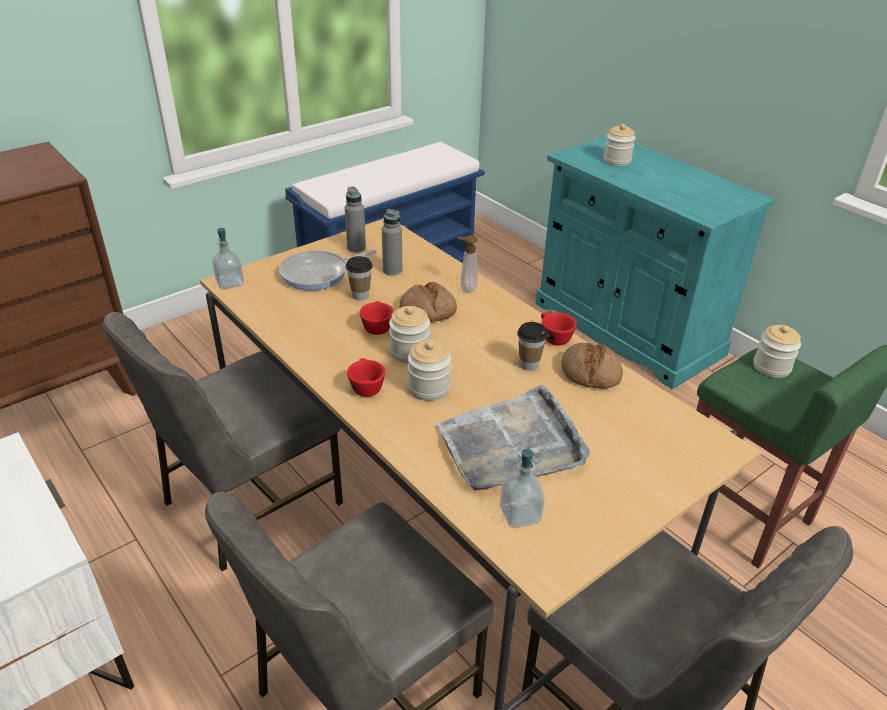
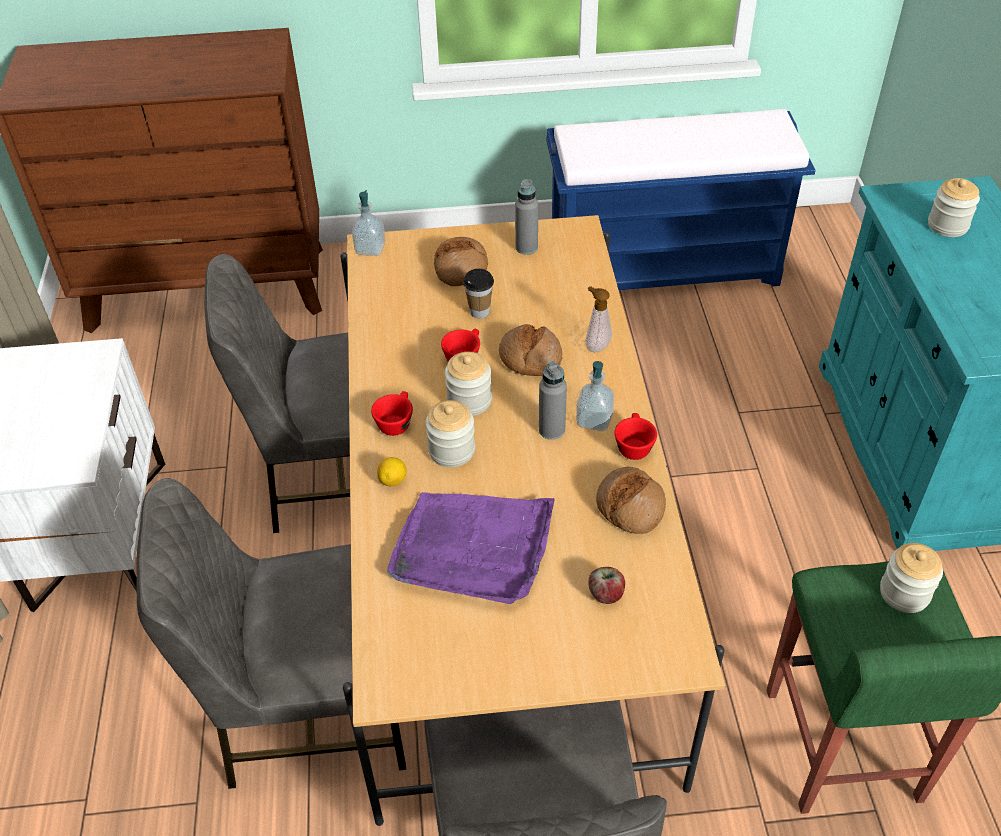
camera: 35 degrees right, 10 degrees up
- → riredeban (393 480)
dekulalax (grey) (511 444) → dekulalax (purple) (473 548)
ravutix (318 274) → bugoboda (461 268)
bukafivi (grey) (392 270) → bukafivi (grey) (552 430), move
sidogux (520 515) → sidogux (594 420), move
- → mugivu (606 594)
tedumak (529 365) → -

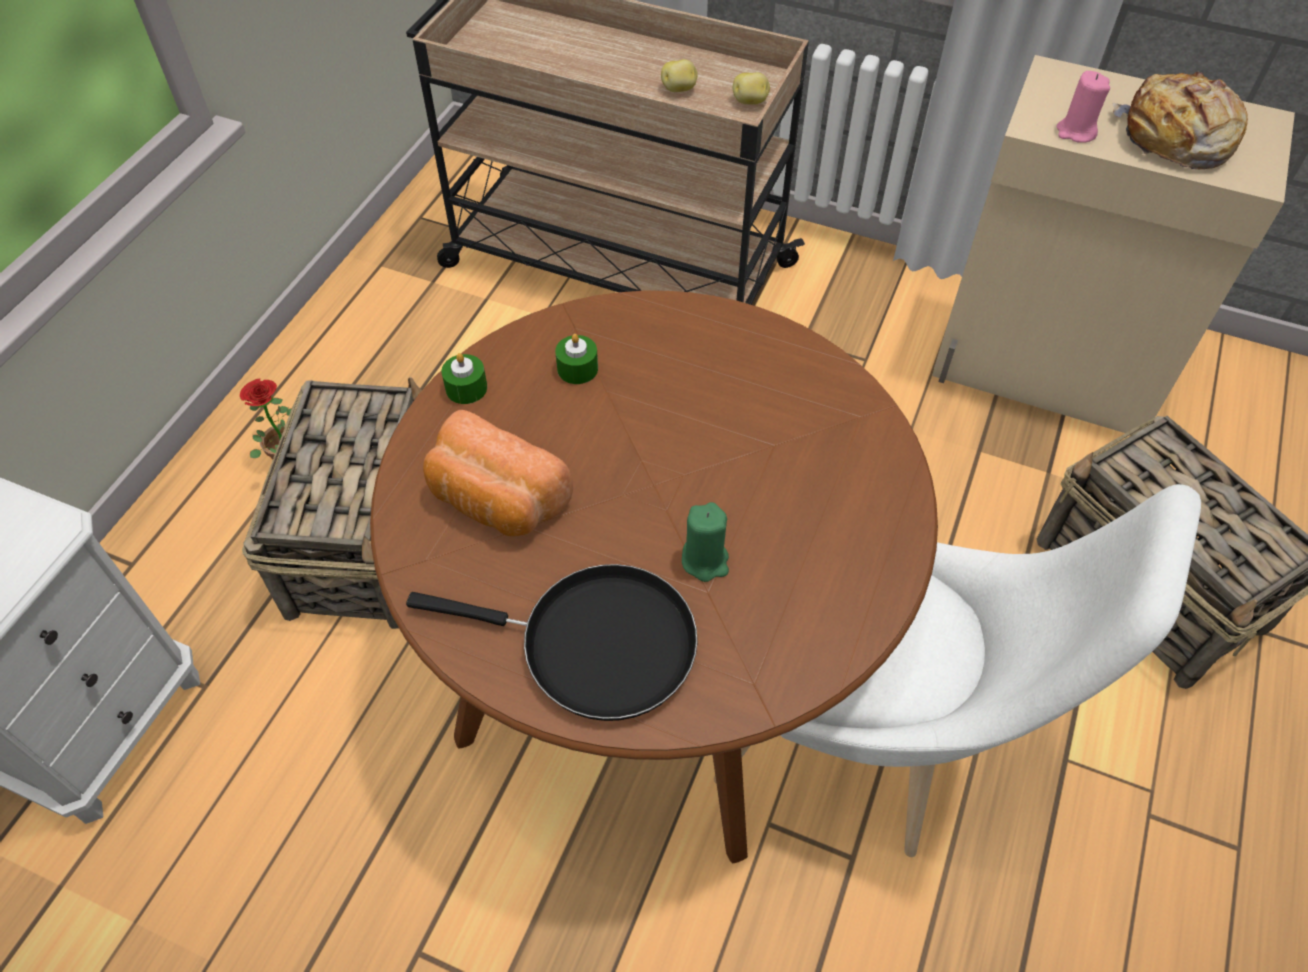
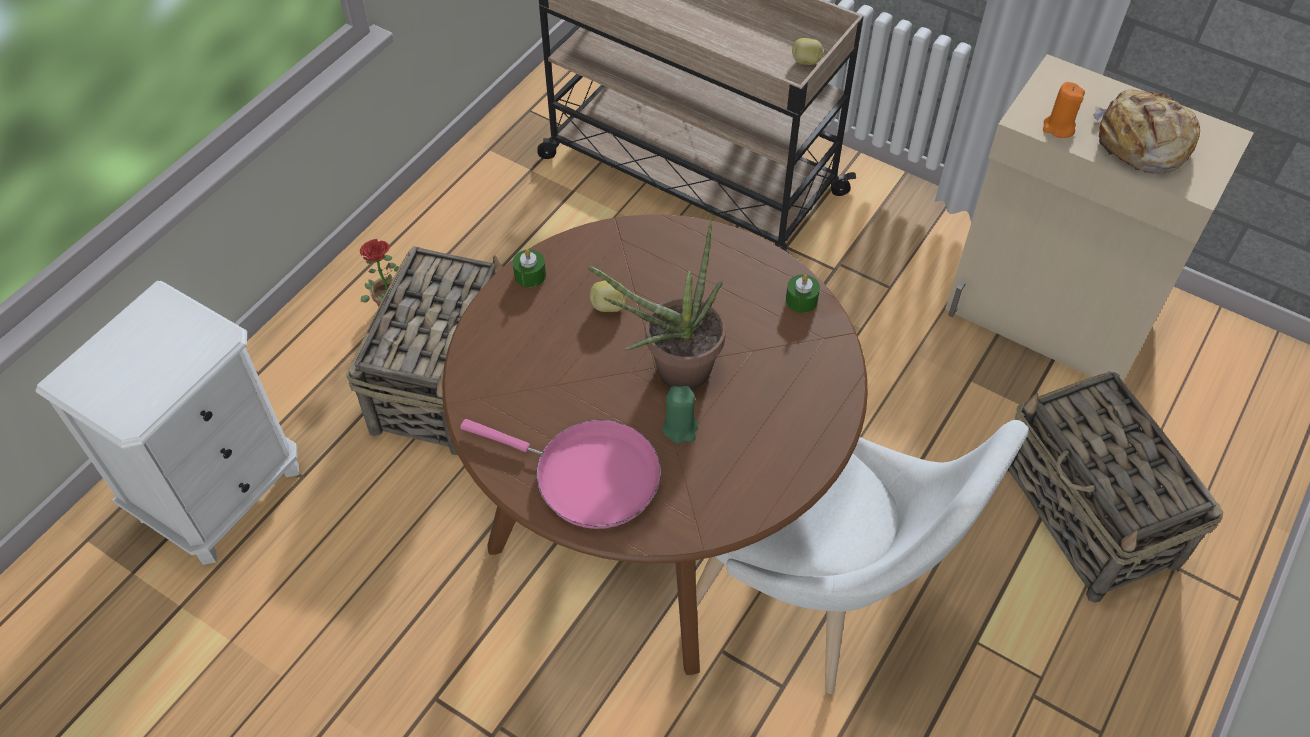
camera: 10 degrees right, 0 degrees up
ravutix (black) (596 645) → ravutix (pink) (588 476)
- → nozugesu (672 373)
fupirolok (679 89) → fupirolok (609 306), move
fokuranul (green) (577 368) → fokuranul (green) (801 300), move
fokuranul (pink) (1075 132) → fokuranul (orange) (1058 128)
bugoboda (495 501) → -

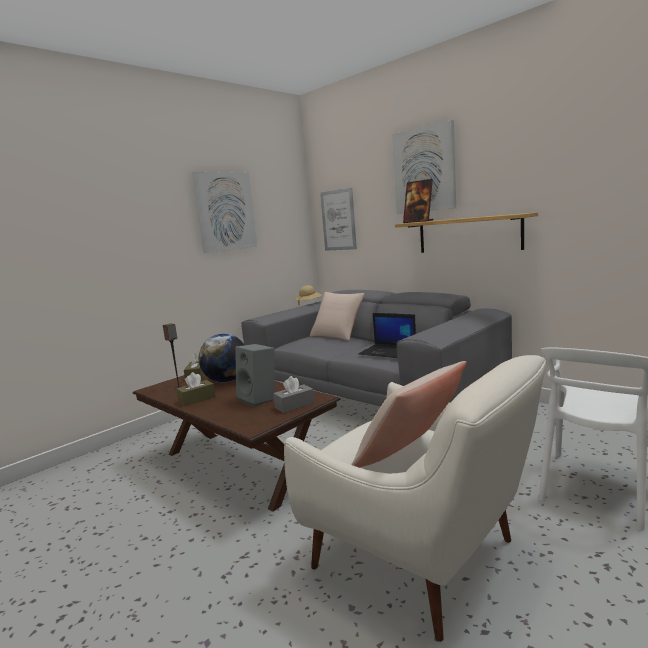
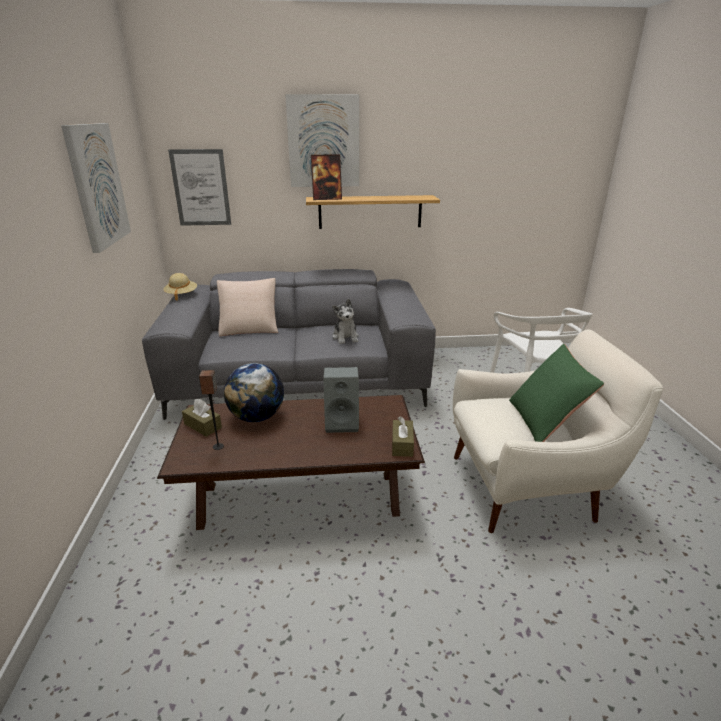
camera: 50 degrees left, 15 degrees up
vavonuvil (389 352) → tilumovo (345 337)
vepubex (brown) (197 399) → vepubex (brown) (402 444), move
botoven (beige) (410 457) → botoven (green) (545 421)
vepubex (grey) (294 405) → -

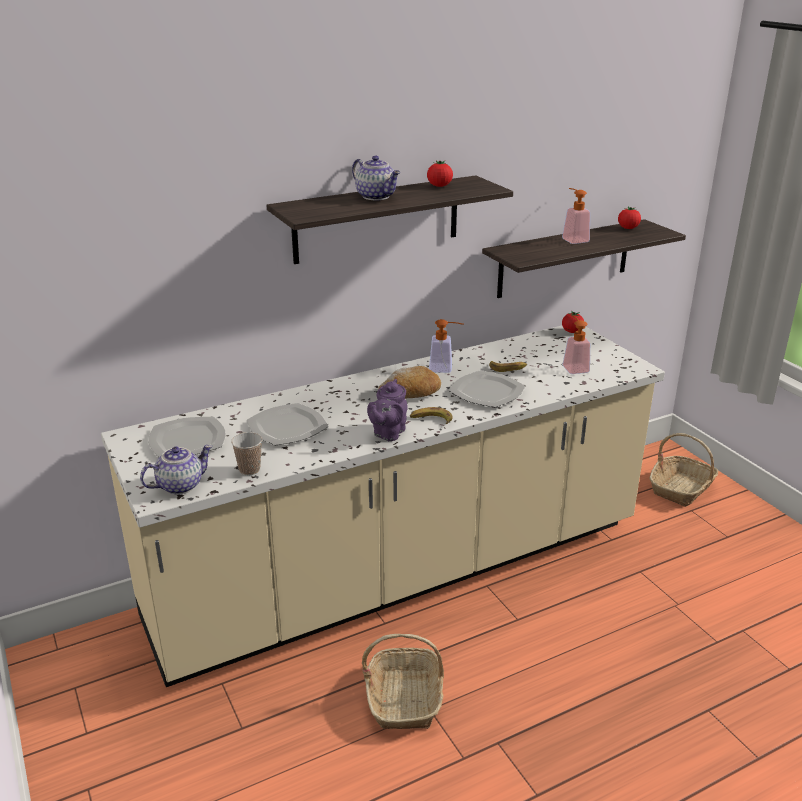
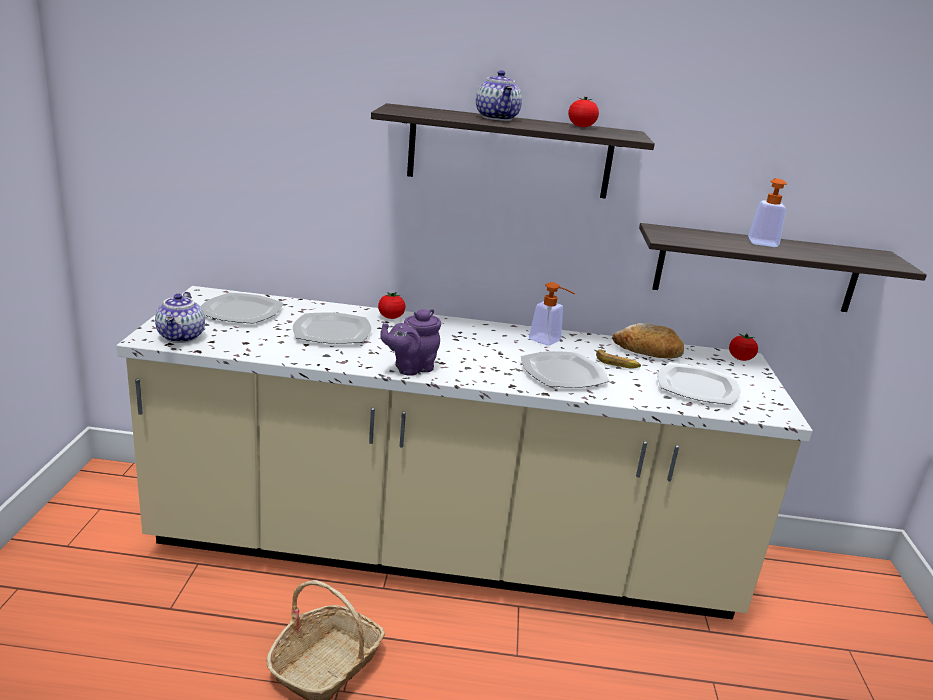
camera: 30 degrees right, 5 degrees down
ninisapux (180 485) → ninisapux (182 337), 90 degrees clockwise
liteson (628 228) → liteson (391 317), move
bugoboda (410 392) → bugoboda (647 351), move
sidogux (573 367) → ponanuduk (696 387)
tedumak (249 470) → -
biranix (431 419) → -
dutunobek (681 488) → -

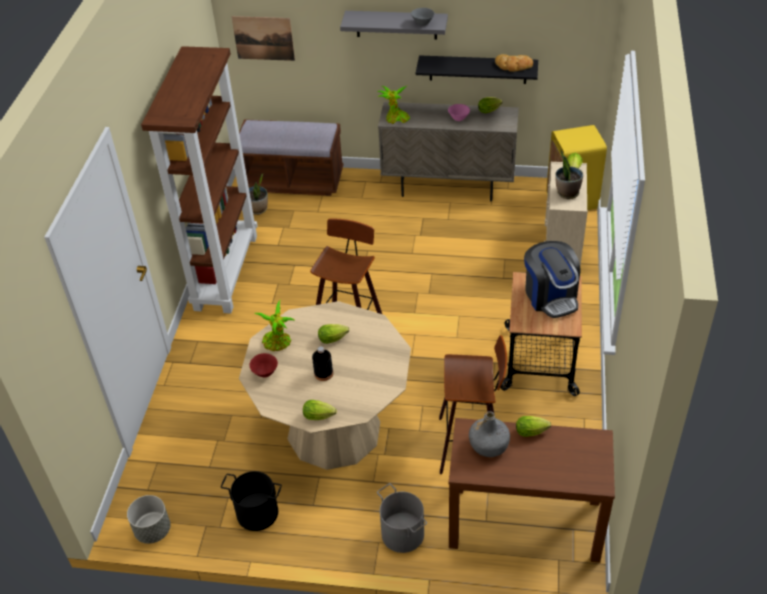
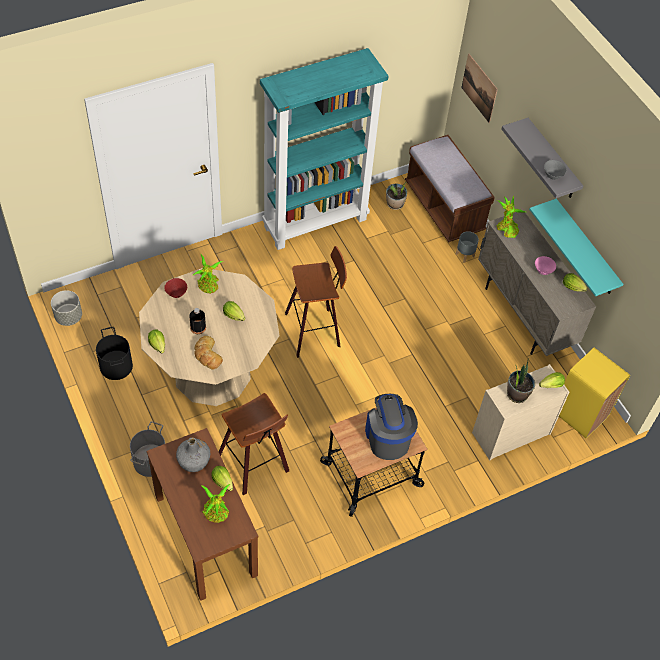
camera: 50 degrees right, 10 degrees up
bugoboda (513 66) → bugoboda (207 355), move
- → nozugesu (216 513)
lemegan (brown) (225 271) → lemegan (turquoise) (315 222)
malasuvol (550 296) → malasuvol (387 437), 135 degrees clockwise
- → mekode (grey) (464 255)
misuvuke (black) (477 69) → misuvuke (turquoise) (585 249)

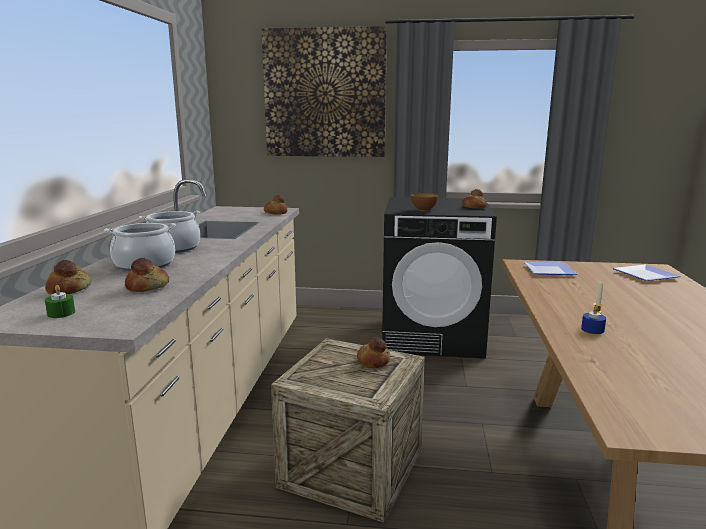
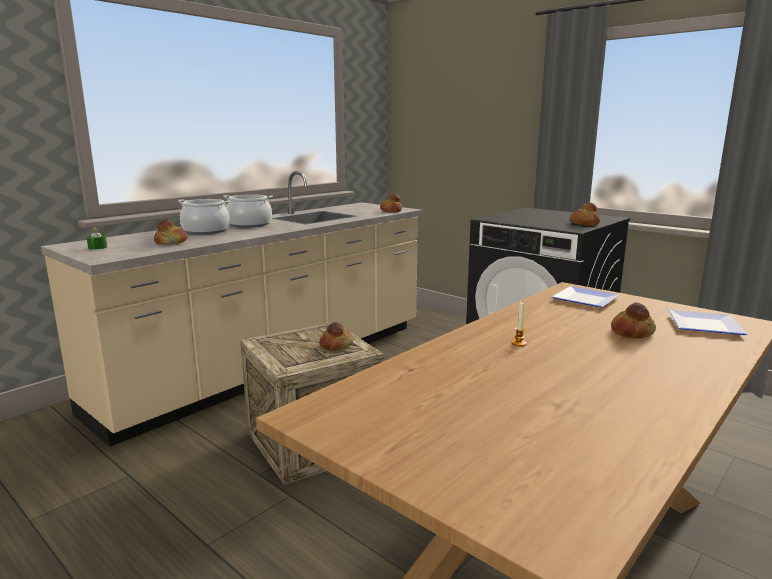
camera: 35 degrees right, 0 degrees up
bugoboda (69 289) → bugoboda (632 332), move
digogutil (324 94) → -
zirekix (424 210) → -
fokuranul (blue) (592 329) → -

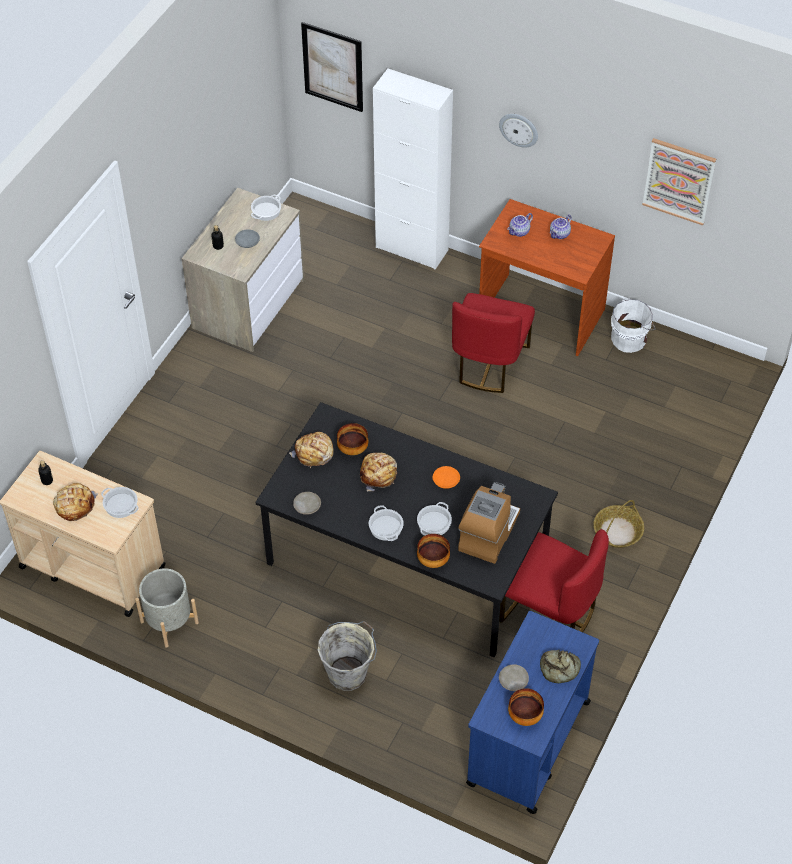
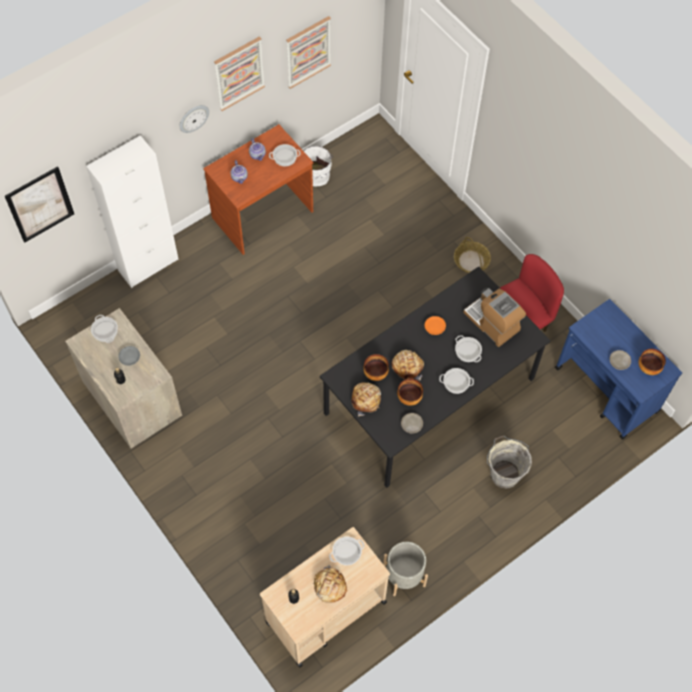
camera: 65 degrees left, 10 degrees up
- → digogutil (239 73)
- → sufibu (285 157)
zirekix (433 560) → zirekix (409 398), move
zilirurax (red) (489 363) → -
bugoboda (559 669) → -

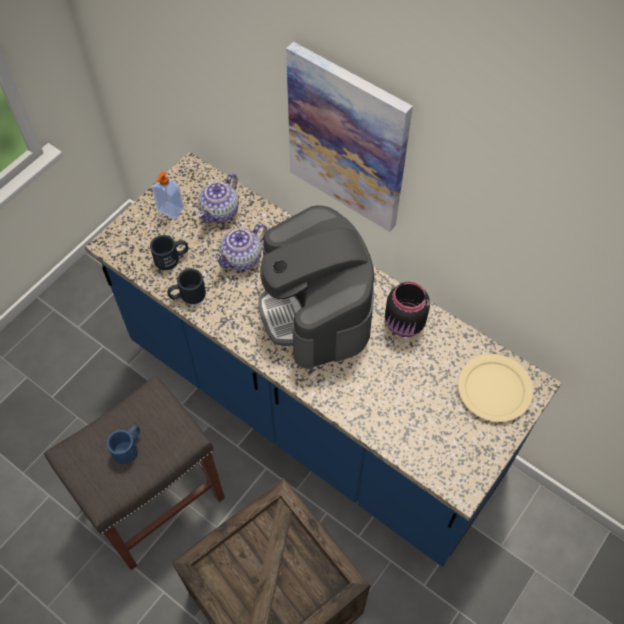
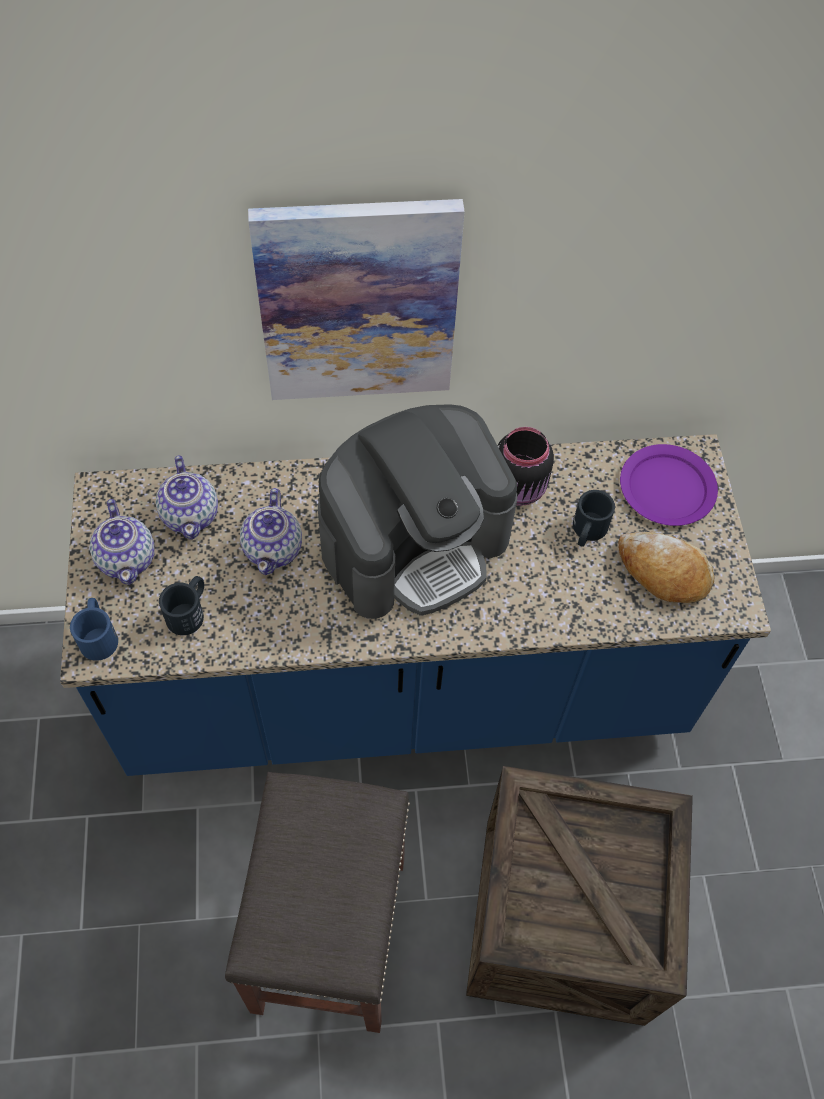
camera: 45 degrees left, 0 degrees up
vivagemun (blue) (128 447) → vivagemun (blue) (98 635), move
sidogux (170 211) → ninisapux (127 558)
malasuvol (316 309) → malasuvol (414 543), 60 degrees counterclockwise
vivagemun (black) (187 295) → vivagemun (black) (587 532), move
- → bugoboda (663 572)
ponanuduk (beige) (494 390) → ponanuduk (purple) (668 488)

